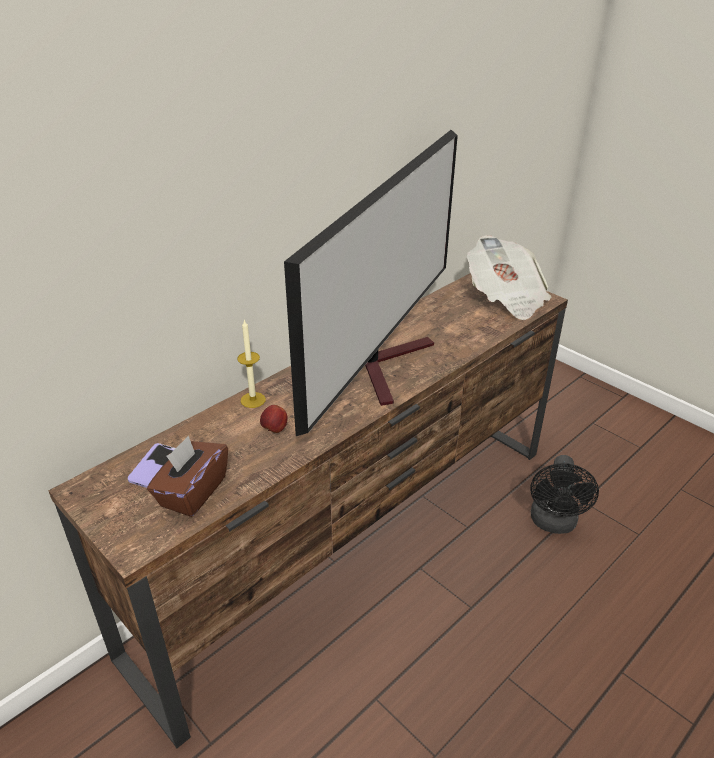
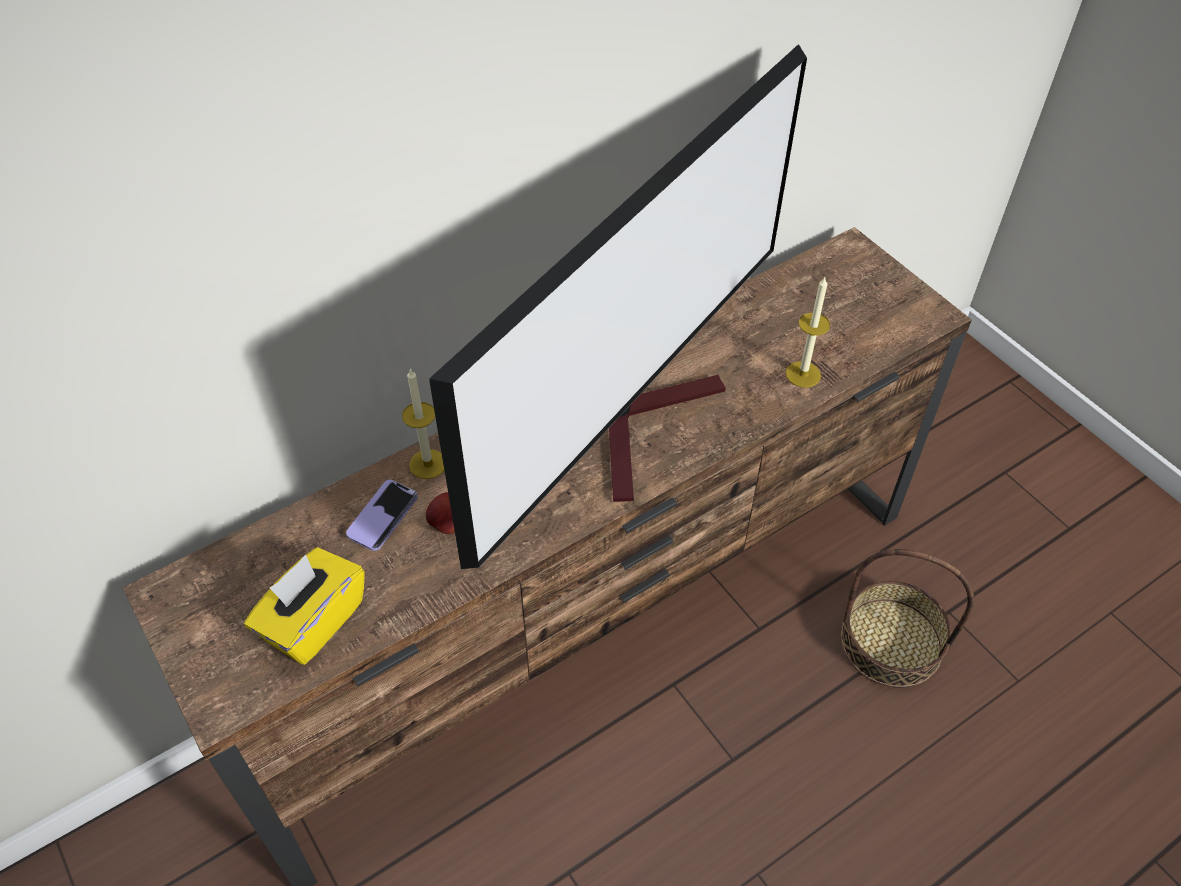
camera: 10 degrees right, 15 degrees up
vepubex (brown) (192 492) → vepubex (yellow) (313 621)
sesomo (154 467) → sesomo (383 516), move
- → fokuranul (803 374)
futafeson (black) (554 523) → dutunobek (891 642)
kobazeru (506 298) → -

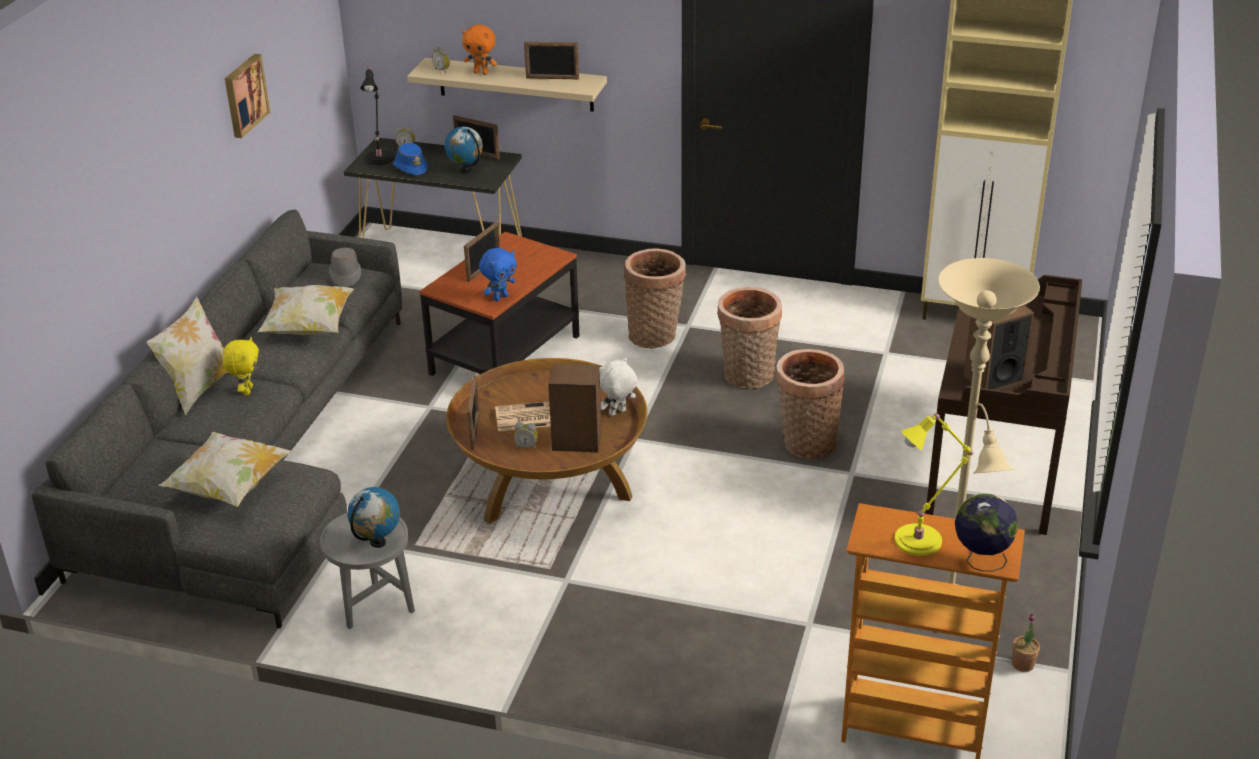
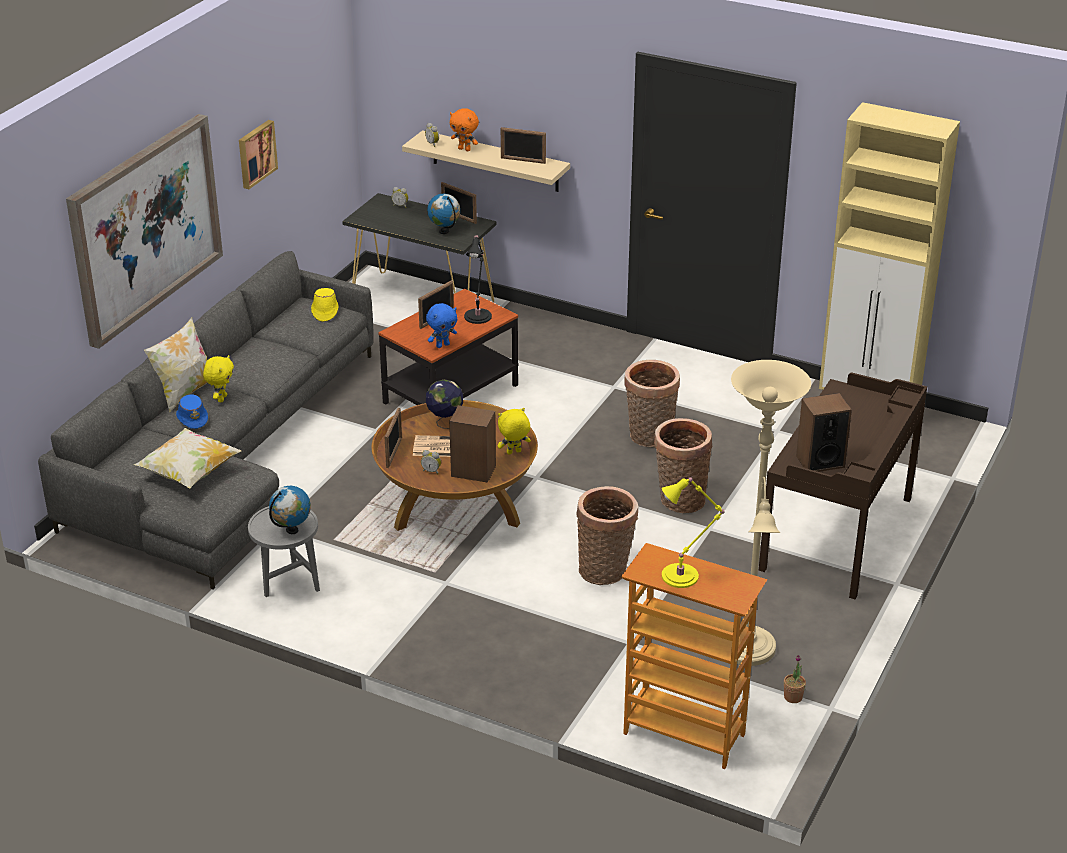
camera: 10 degrees right, 0 degrees up
- → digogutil (145 227)
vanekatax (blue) (410 167) → vanekatax (blue) (192 418), move
vanekatax (grey) (345 275) → vanekatax (yellow) (324 311)
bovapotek (981 561) → bovapotek (445 422), move
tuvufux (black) (380 157) → tuvufux (black) (478 315), move
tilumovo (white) (617 413) → tilumovo (yellow) (514 453)
dutunobek (655 335) → dutunobek (605 571), move
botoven (308 328) → -

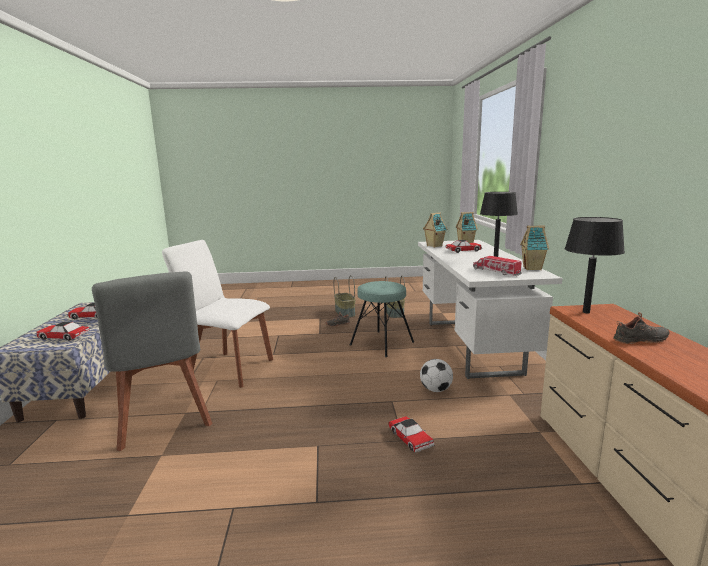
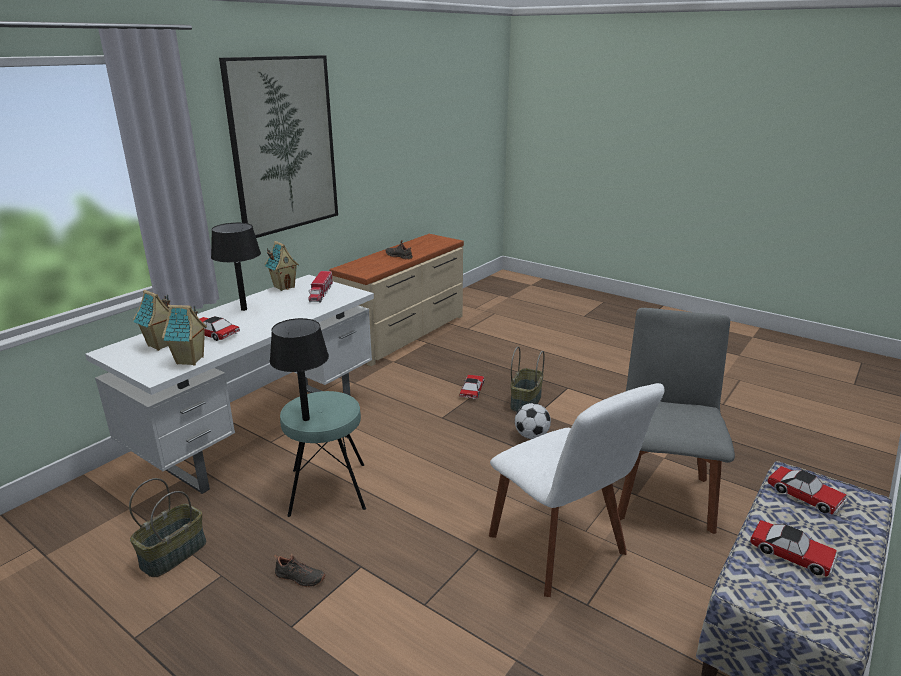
camera: 140 degrees left, 10 degrees up
- → digogutil (284 145)
tuvufux (black) (585 312) → tuvufux (black) (306 419), move
dutunobek (345 313) → dutunobek (525 401), move
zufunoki (435 390) → zufunoki (531 436), move

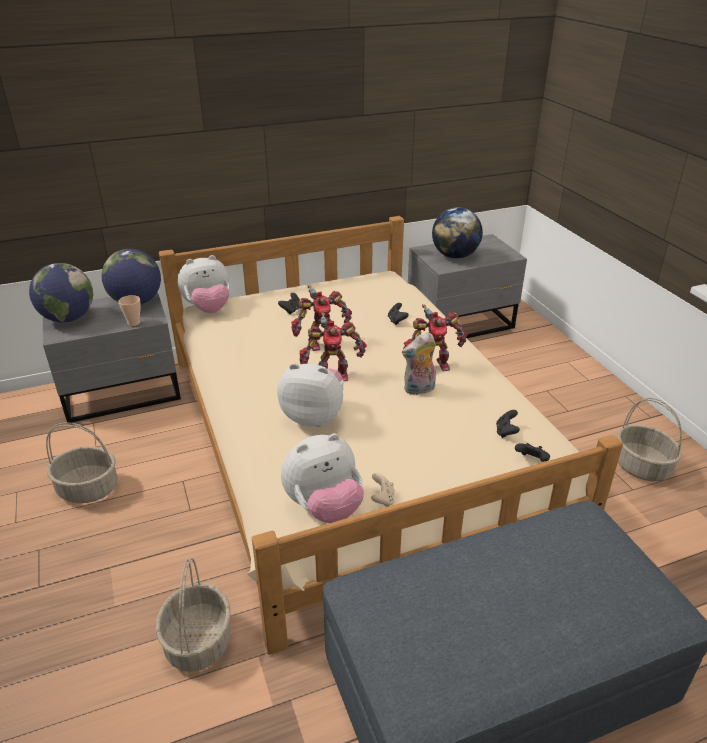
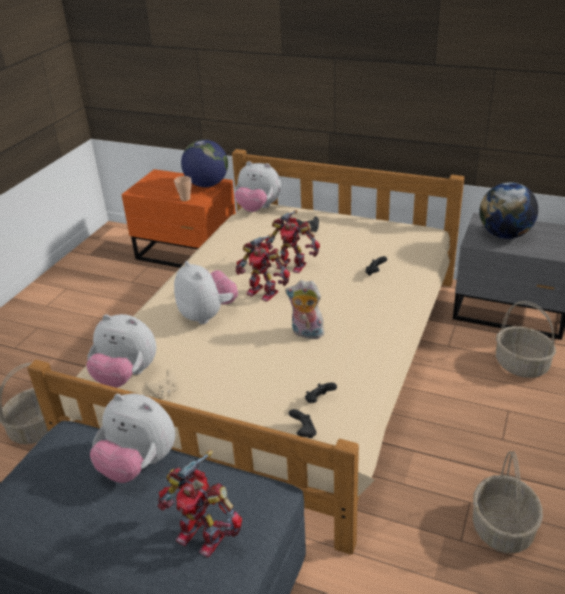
camera: 45 degrees right, 0 degrees up
- → tilumovo (138 465)
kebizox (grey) (124 392) → kebizox (orange) (187 253)
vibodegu (433 365) → vibodegu (203 535), move
dutunobek (89 488) → dutunobek (522 365), move
bovapotek (68 318) → -

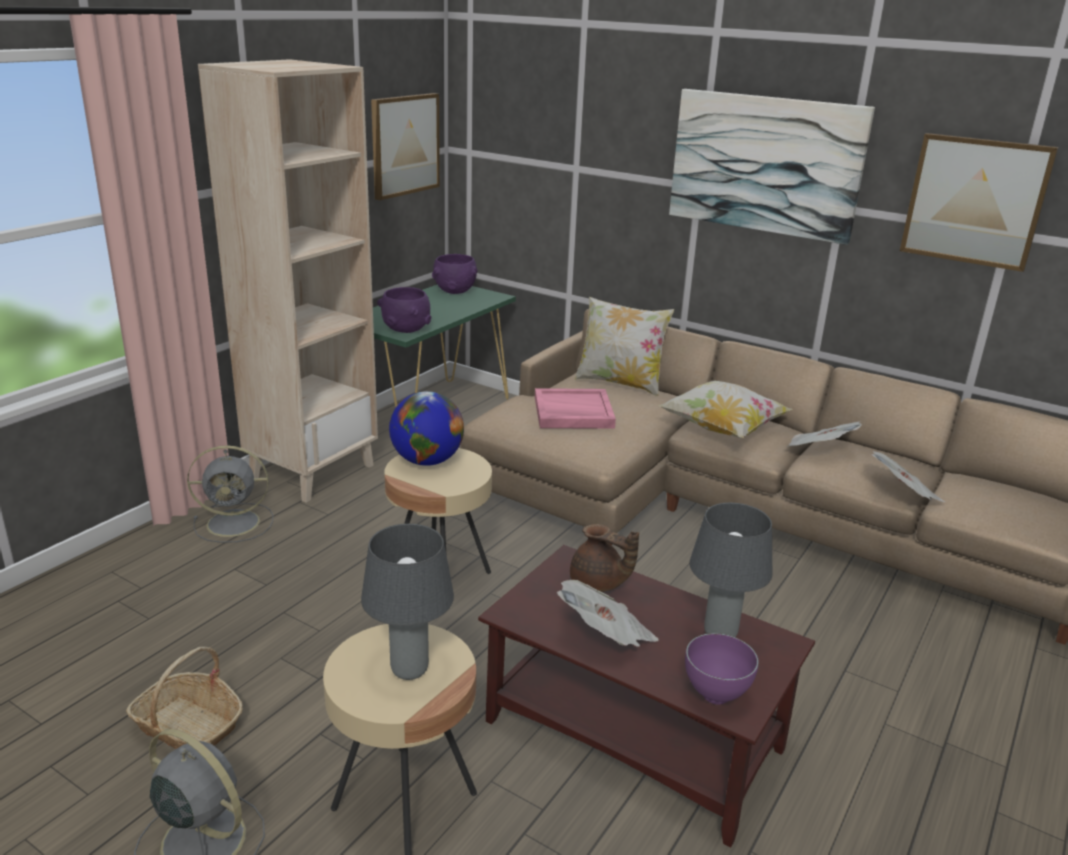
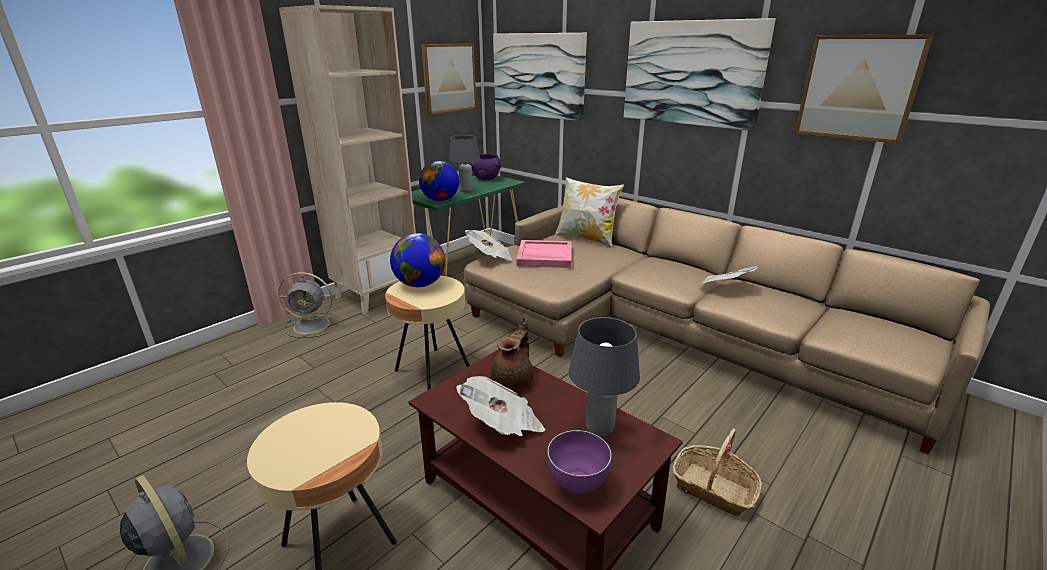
camera: 10 degrees right, 0 degrees up
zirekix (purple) (405 329) → bovapotek (440 200)
tuvufux (grey) (410 670) → tuvufux (grey) (466 191), move
kobazeru (903 495) → kobazeru (490 257), move
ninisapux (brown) (598 584) → ninisapux (brown) (513 380), 105 degrees counterclockwise
- → digogutil (538 75)
dutunobek (189 726) → dutunobek (713 488), move
botoven (722 430) → -

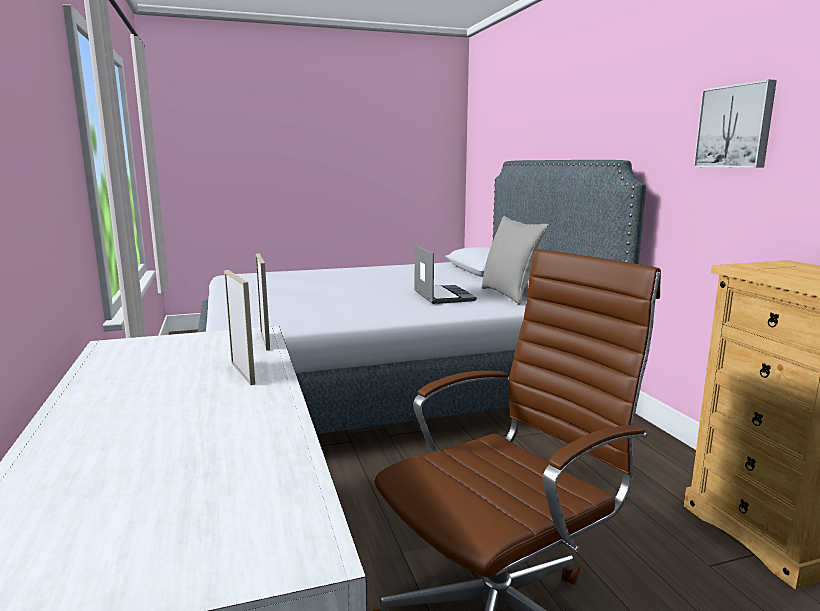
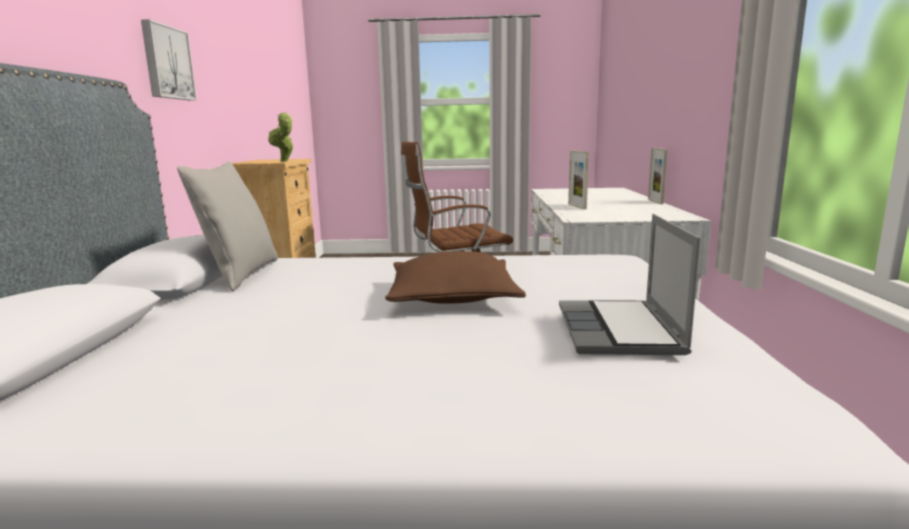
camera: 160 degrees left, 0 degrees up
- → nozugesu (284 161)
- → botoven (brown) (453 297)
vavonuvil (442 296) → vavonuvil (620 331), move
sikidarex (265 341) → sikidarex (655 201), move

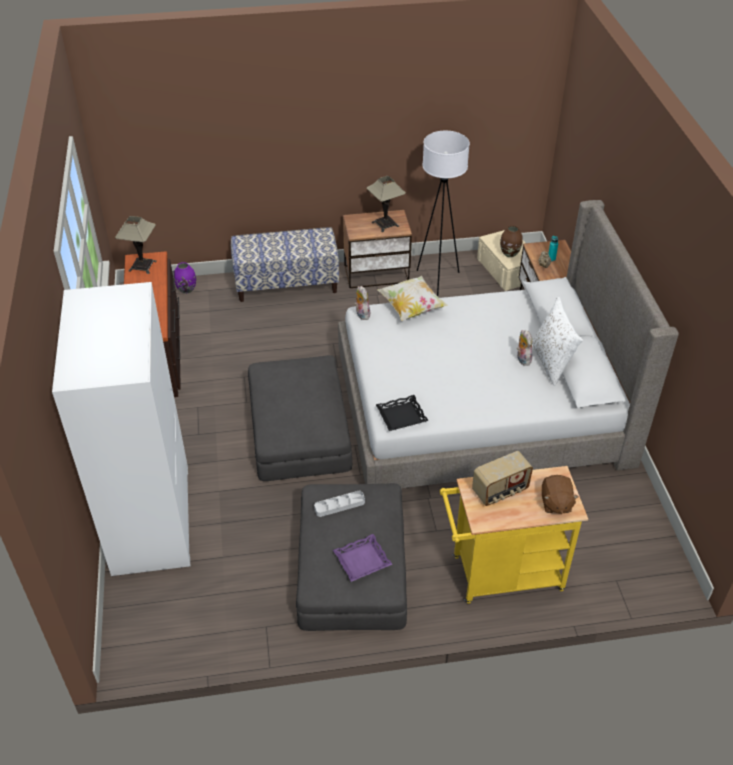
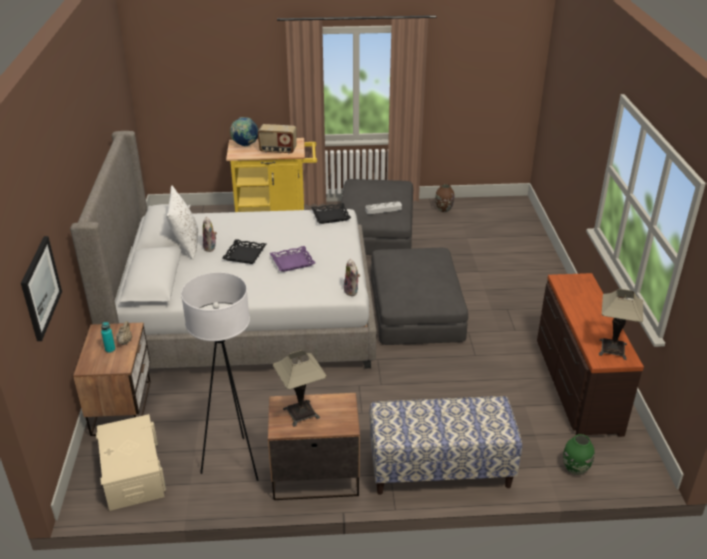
camera: 175 degrees left, 10 degrees down
- → digogutil (40 287)
- → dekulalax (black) (244 254)
tilumovo (brown) (555 503) → bovapotek (245 145)
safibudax (500 491) → safibudax (278 150), 150 degrees counterclockwise
dekulalax (purple) (362 560) → dekulalax (purple) (292 262), move
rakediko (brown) (510 254) → rakediko (brown) (443 209), move
rakediko (purple) (187 289) → rakediko (green) (575 469)
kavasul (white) (150 518) → -
botoven (411 308) → -

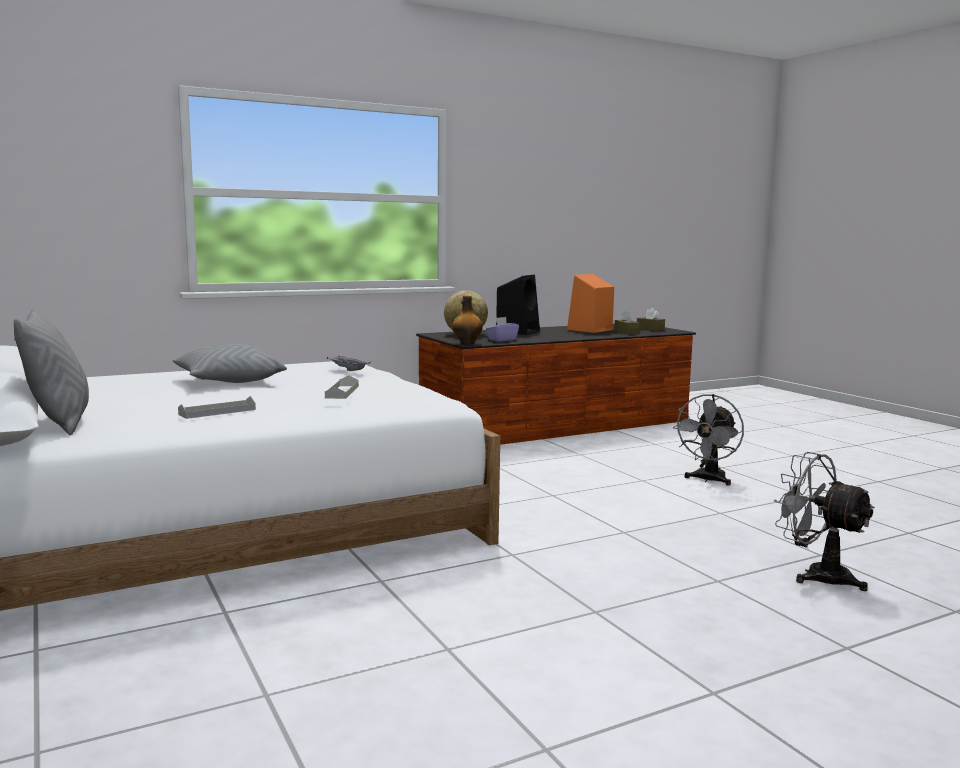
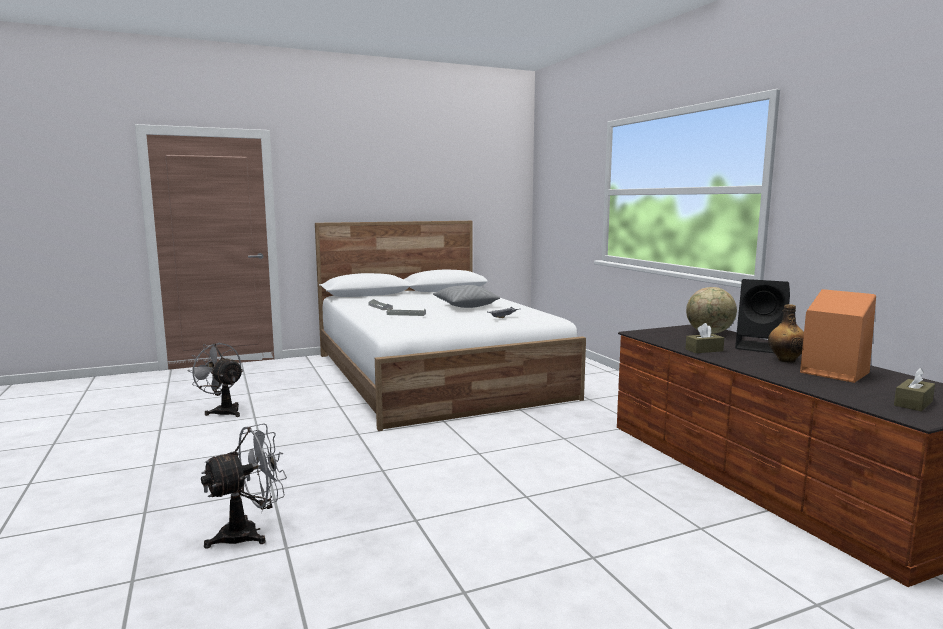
camera: 95 degrees right, 0 degrees up
futafeson (grey) (708 480) → futafeson (grey) (223 411), move
vepubex (brown) (626 332) → vepubex (brown) (704 350), move
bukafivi (467 343) → bukafivi (786 360), move
botoven (grey) (59 423) → -
vepubex (purple) (502 340) → -

